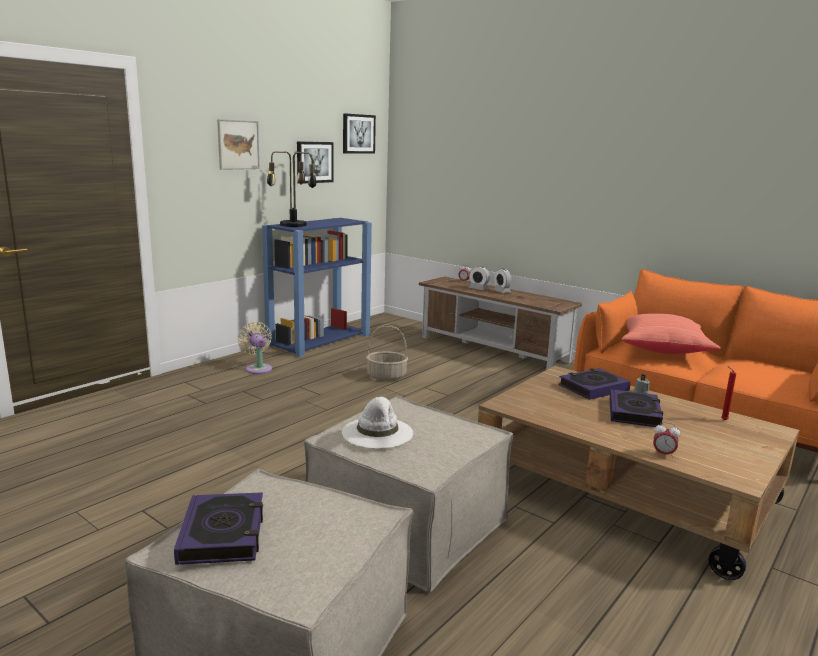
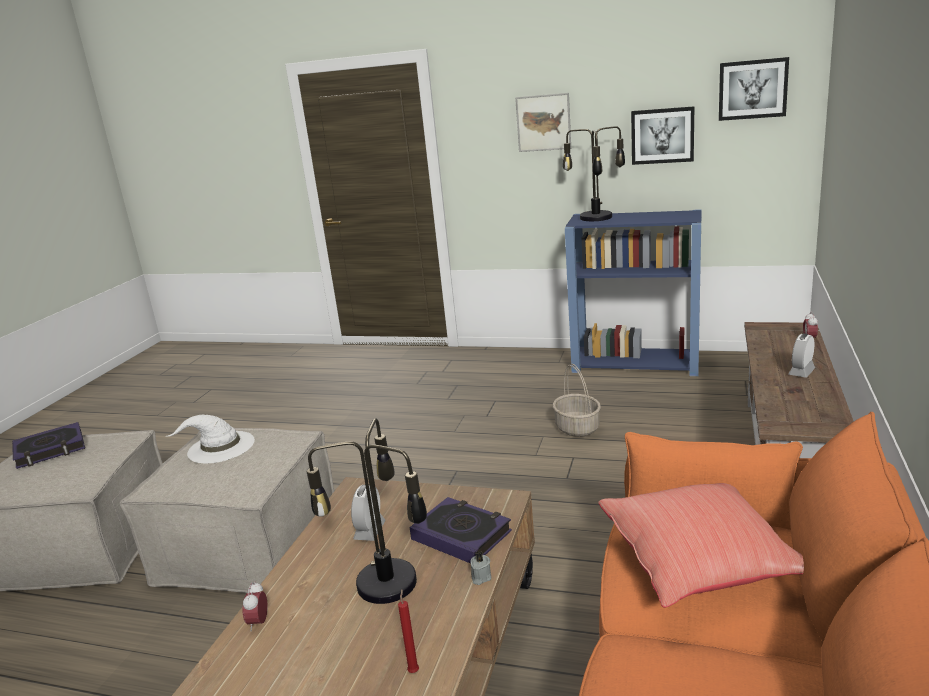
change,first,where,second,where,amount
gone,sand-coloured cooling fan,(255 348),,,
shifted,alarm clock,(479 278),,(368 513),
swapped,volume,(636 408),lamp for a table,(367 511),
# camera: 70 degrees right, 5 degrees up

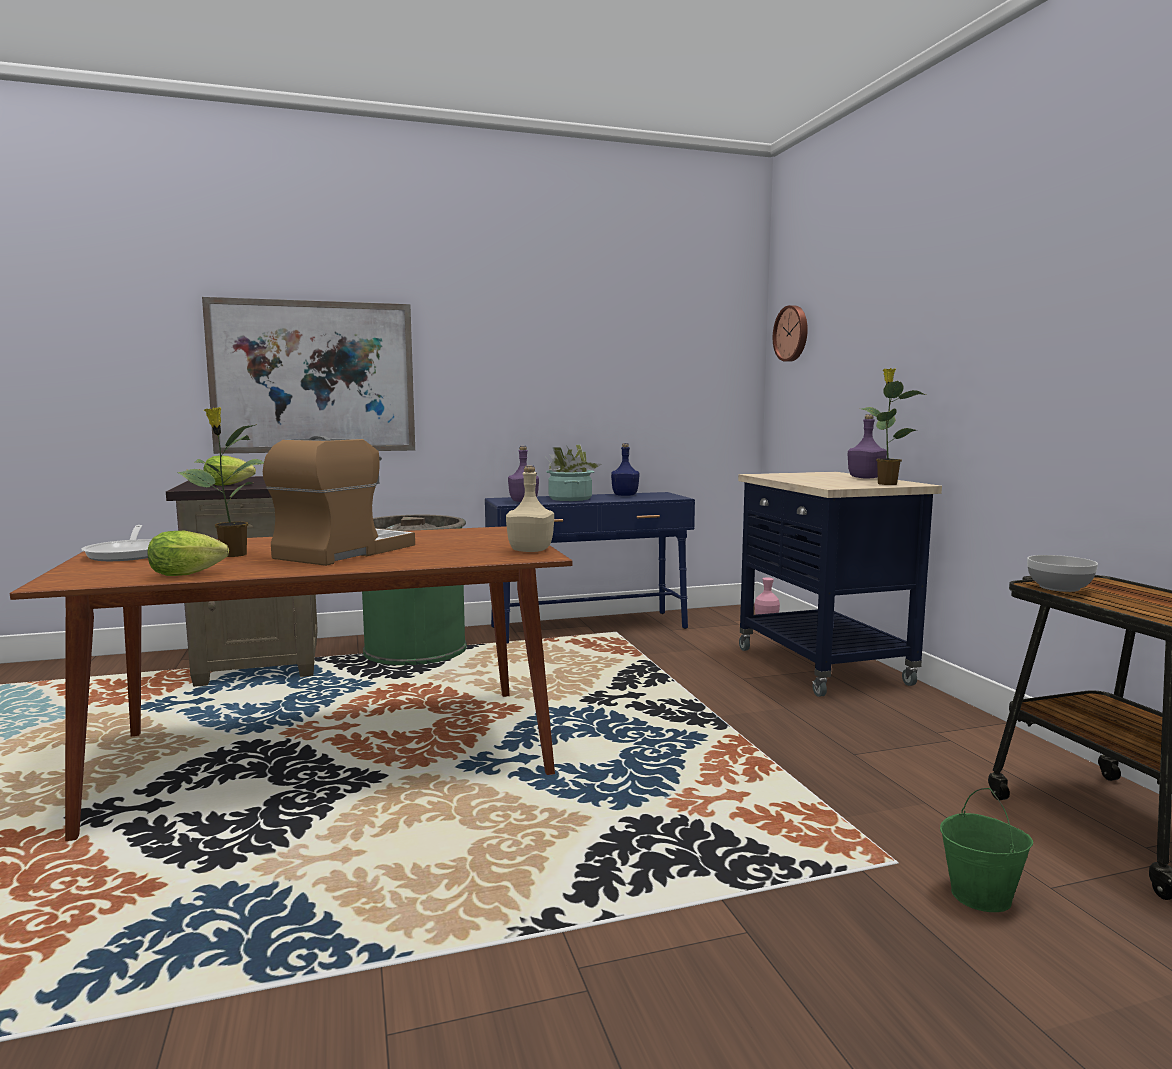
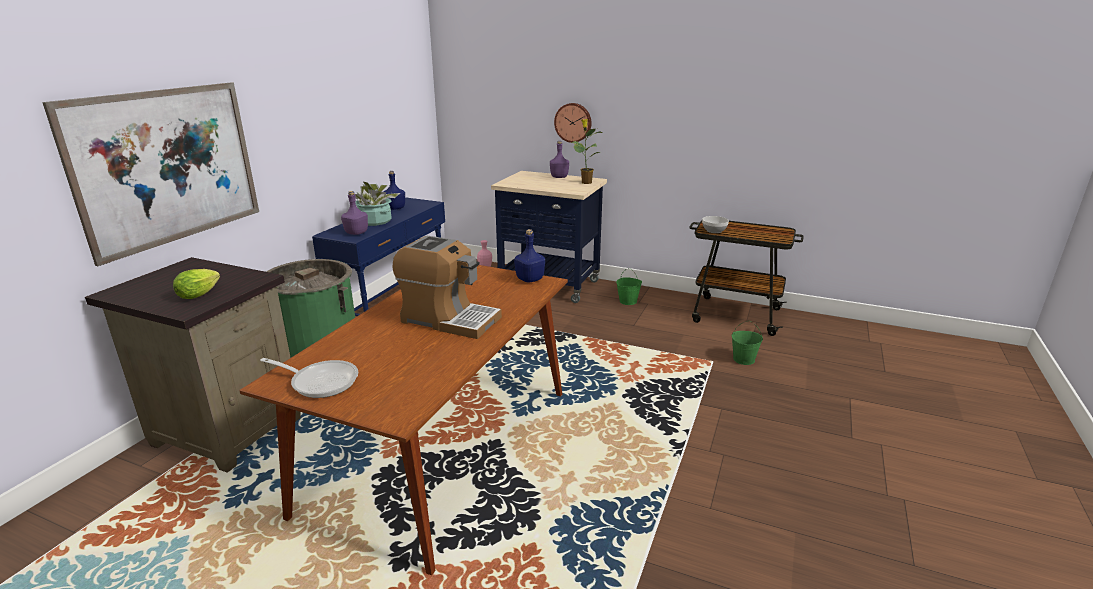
change,first,where,second,where,amount
gone,lettuce head,(188 553),,,
gone,plant in a pot,(220 482),,,
rotated,coffee maker,(339 501),,(447 287),135 degrees clockwise
repainted,sand-coloured bottle,(530 508),blue-coloured bottle,(529 256),
shifted,wall clock,(790 333),,(572 123),
new,,,green-coloured bucket,(629 286),
# camera: 50 degrees left, 15 degrees up

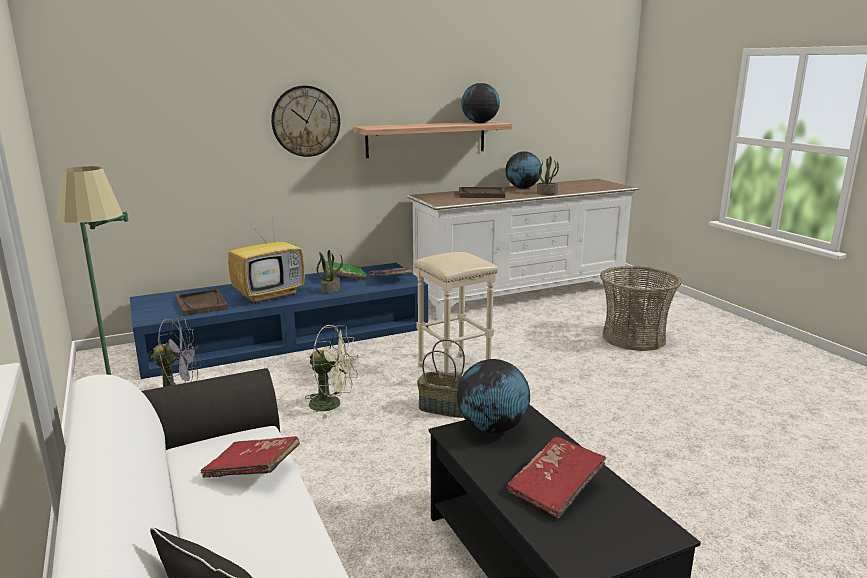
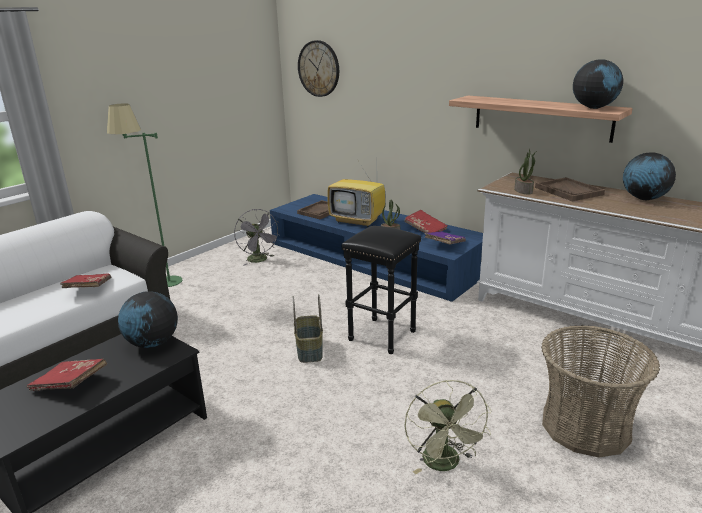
change,first,where,second,where,amount
shifted,wall clock,(305 121),,(318 68),
shifted,green-coloured cooling fan,(331 372),,(448 427),
repainted,green-coloured volume,(346 270),red-coloured volume,(426 221),
repainted,sand-coloured sitting stool,(456 312),black sitting stool,(381 290),
shifted,plant in a pot,(548 175),,(525 171),
# camera: 65 degrees right, 5 degrees up

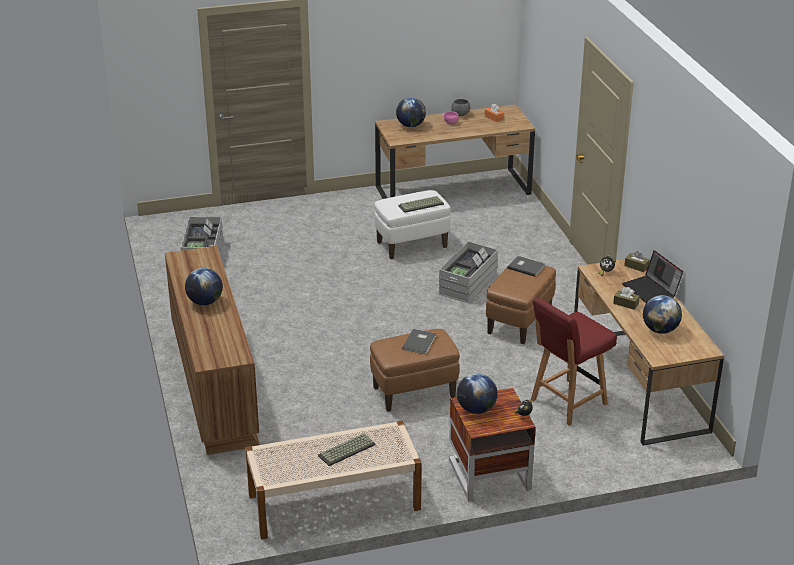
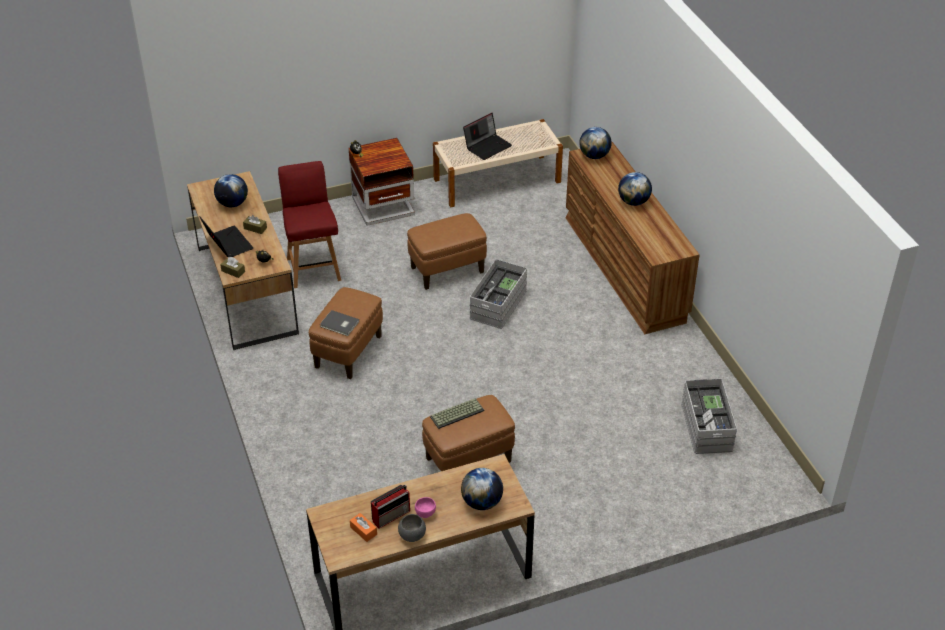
change,first,where,second,where,amount
swapped,computer keyboard,(347 449),notebook computer,(487 136),
repainted,white ottoman,(412 224),brown ottoman,(468 433),
gone,grey volume,(419 341),,,
shifted,grey storage container,(468 272),,(499 294),
shifted,desk globe,(477 393),,(595 143),
rotated,red-coloured chair,(574 362),,(309 224),60 degrees counterclockwise
new,,,radio,(390 507),
# camera: 175 degrees right, 10 degrees up

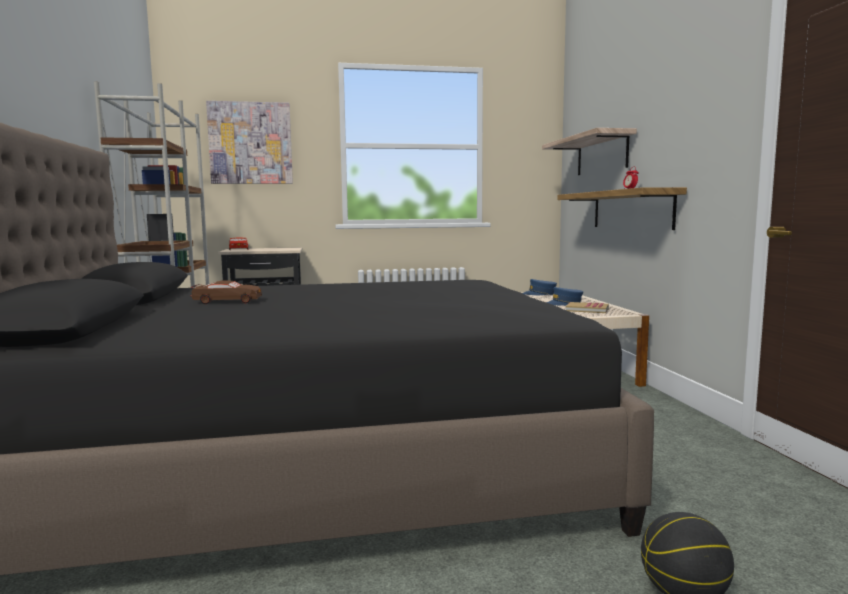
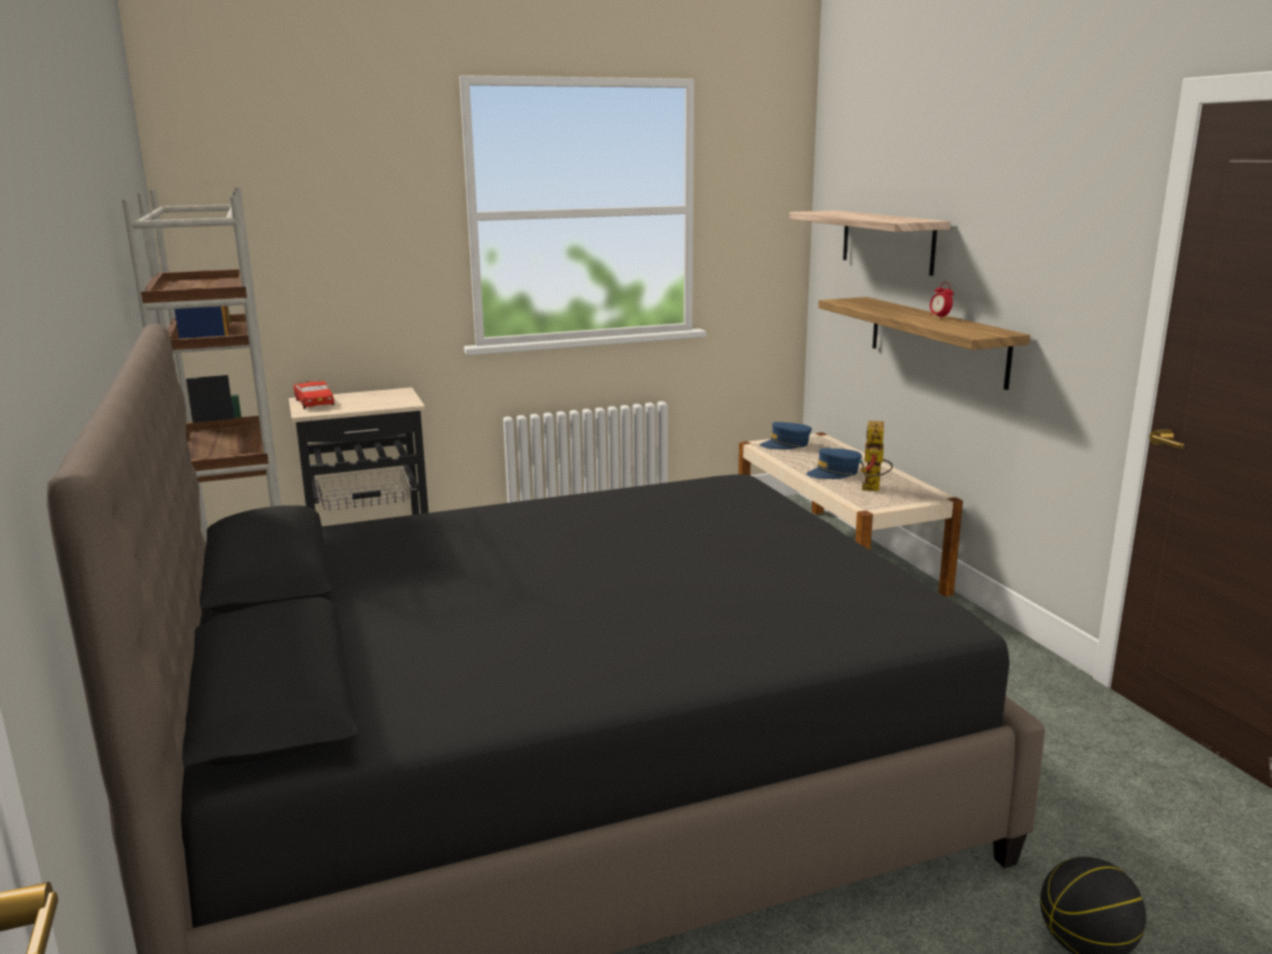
change,first,where,second,where,amount
gone,brown toy car,(226 292),,,
gone,wall art,(249 142),,,
swapped,volume,(587 307),toy robot,(876 456),
# camera: 10 degrees left, 10 degrees up

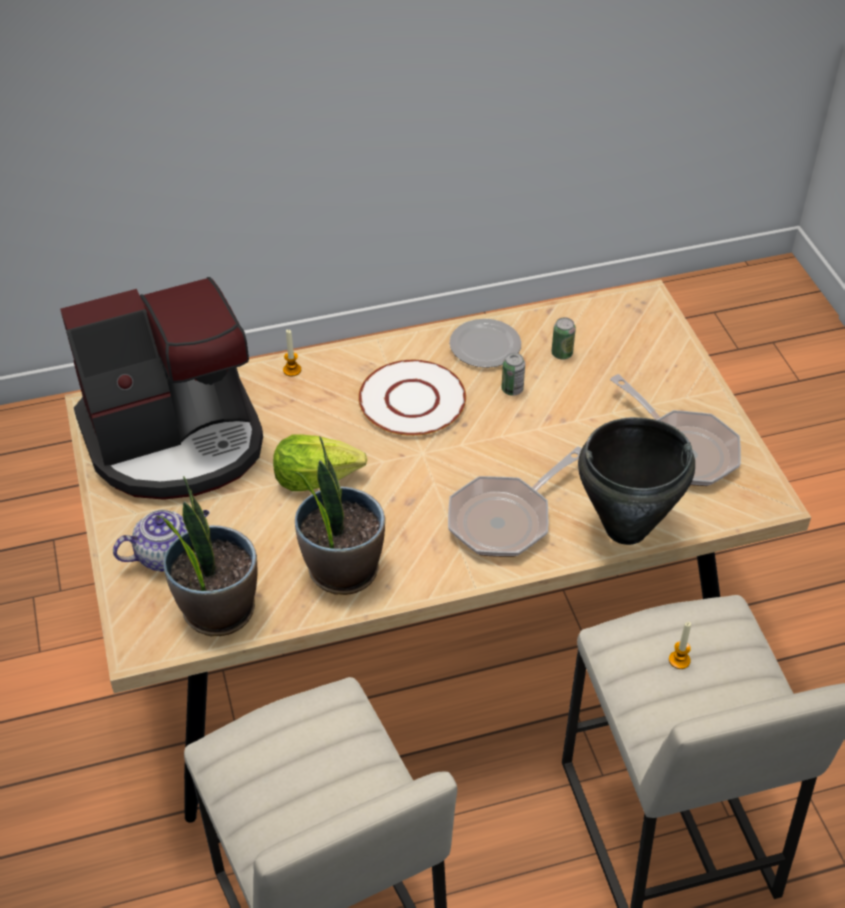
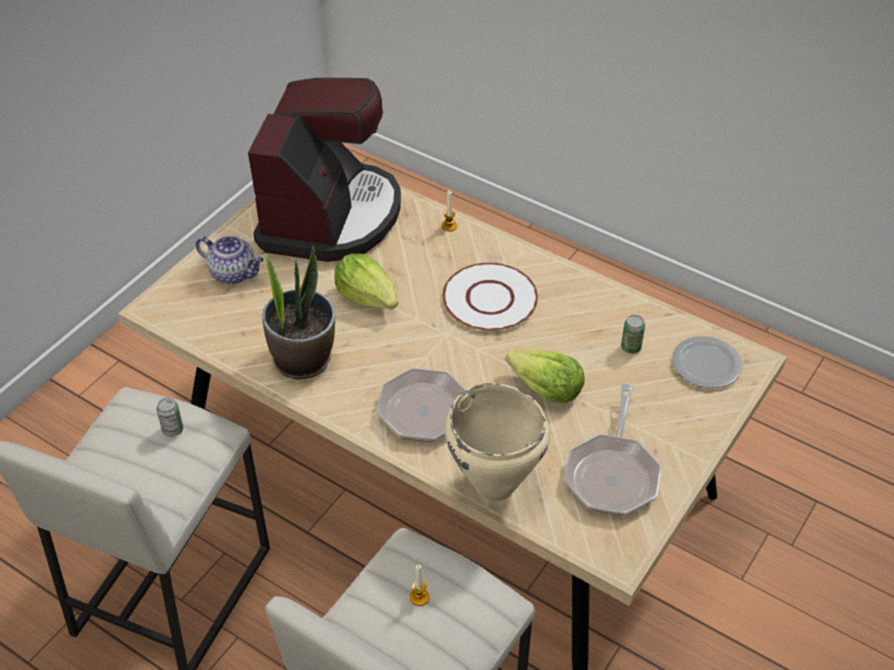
change,first,where,second,where,amount
rotated,coffee maker,(161 388),,(324 170),105 degrees counterclockwise
gone,plant in a pot,(207 556),,,
shifted,flat dish,(485 343),,(707 362),
shifted,metal can,(513 374),,(170 417),
repainted,black saucepot,(636 481),sand-coloured saucepot,(497 442),
new,,,lettuce head,(544 376),
# camera: 50 degrees right, 0 degrees up

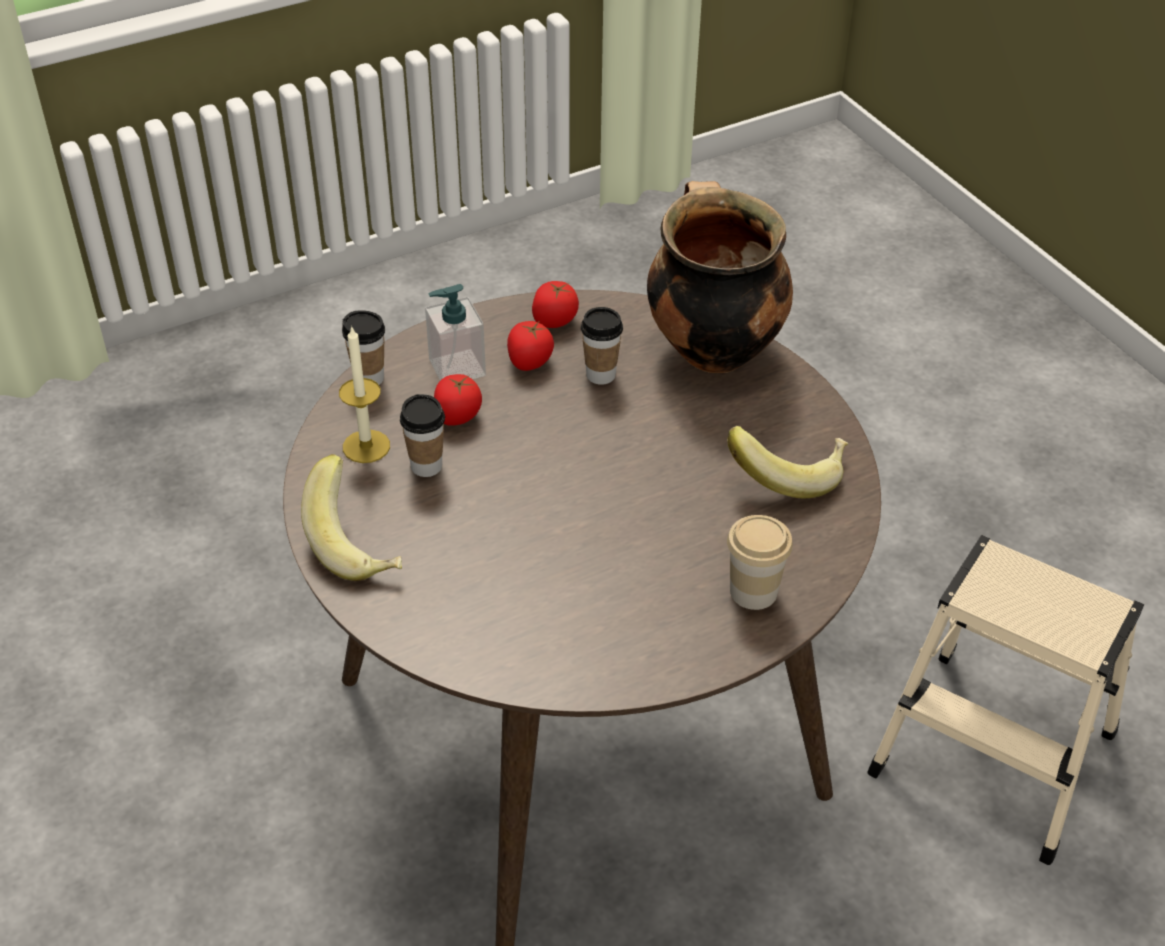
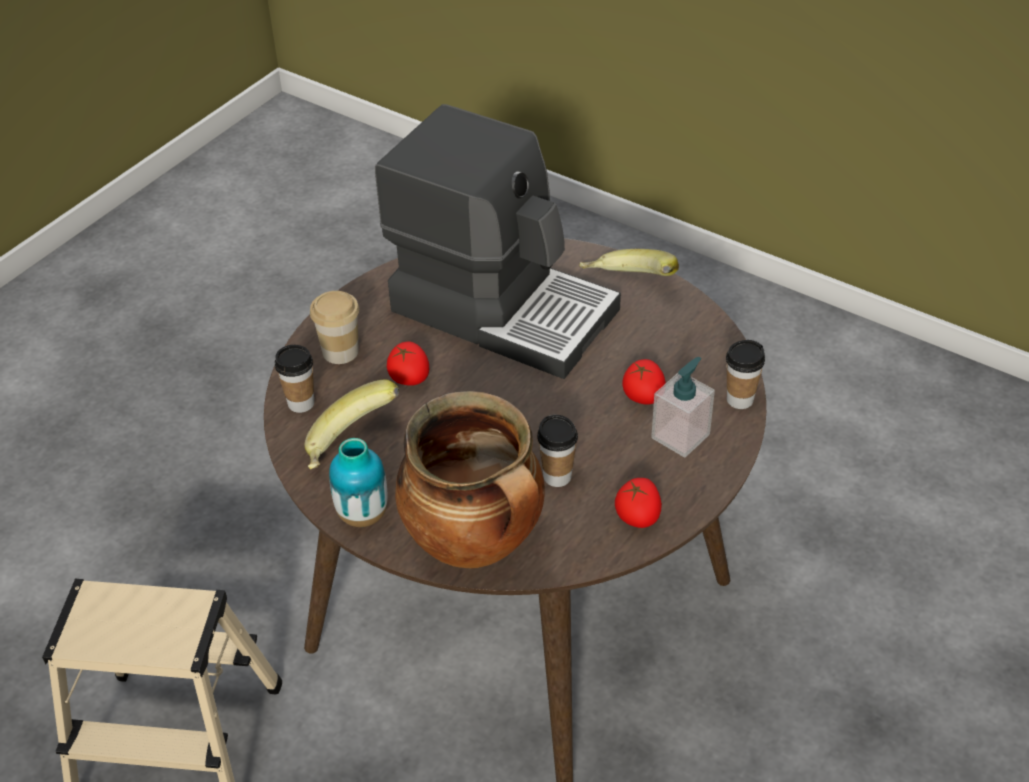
change,first,where,second,where,amount
gone,wax light,(364 394),,,
shifted,cup,(422 435),,(294 379),
shifted,fresh tomato,(530 346),,(408 363),
new,,,flower vase,(358 482),
new,,,coffee maker,(498 241),
# camera: 155 degrees right, 0 degrees up

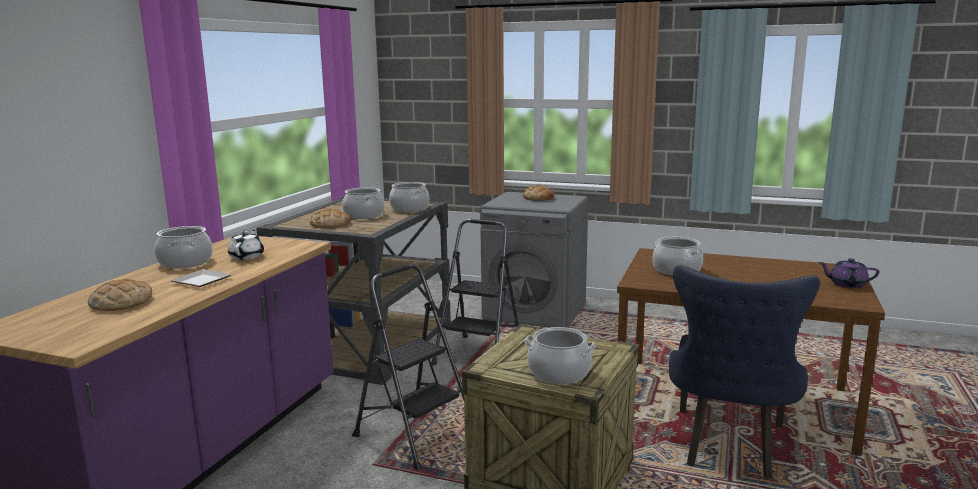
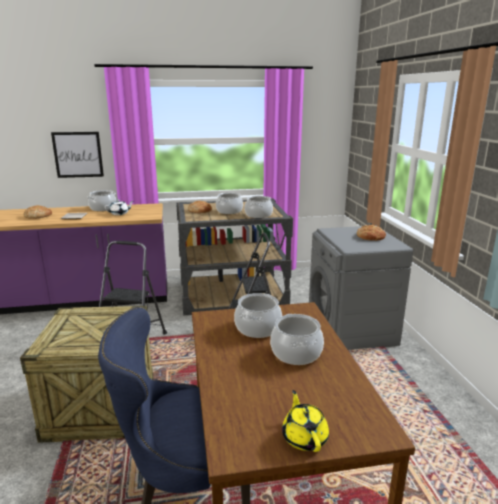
change,first,where,second,where,amount
shifted,saucepot,(560 355),,(297 339),
repainted,purple teapot,(848 273),yellowish teapot,(305 421),
new,,,wall art,(77 155),
# camera: 60 degrees right, 5 degrees up

